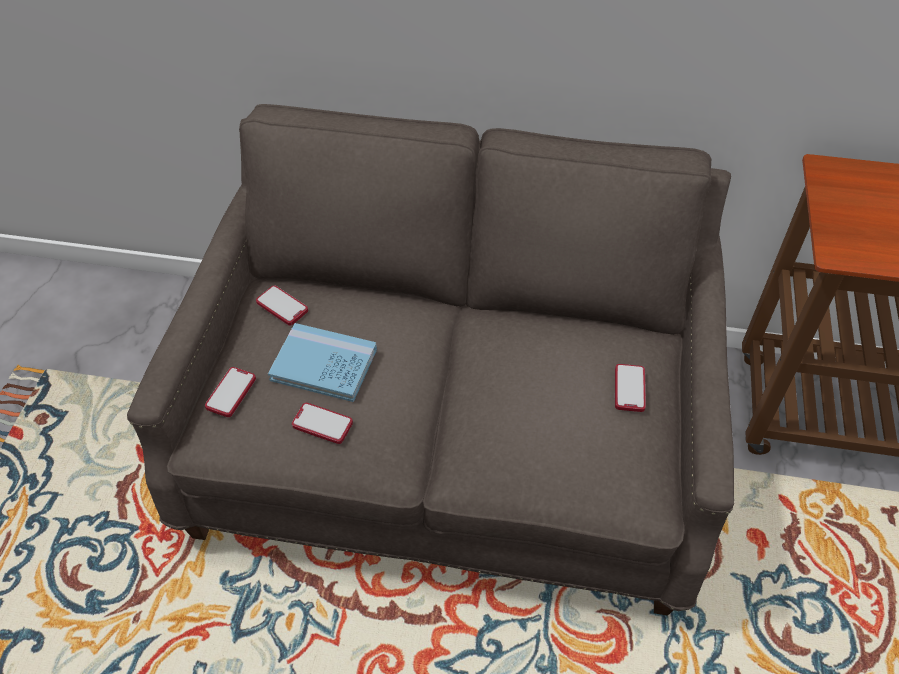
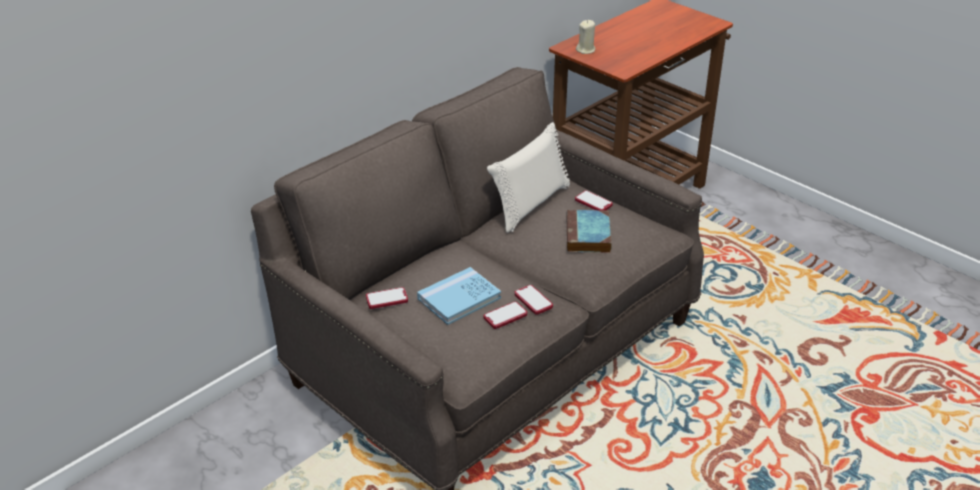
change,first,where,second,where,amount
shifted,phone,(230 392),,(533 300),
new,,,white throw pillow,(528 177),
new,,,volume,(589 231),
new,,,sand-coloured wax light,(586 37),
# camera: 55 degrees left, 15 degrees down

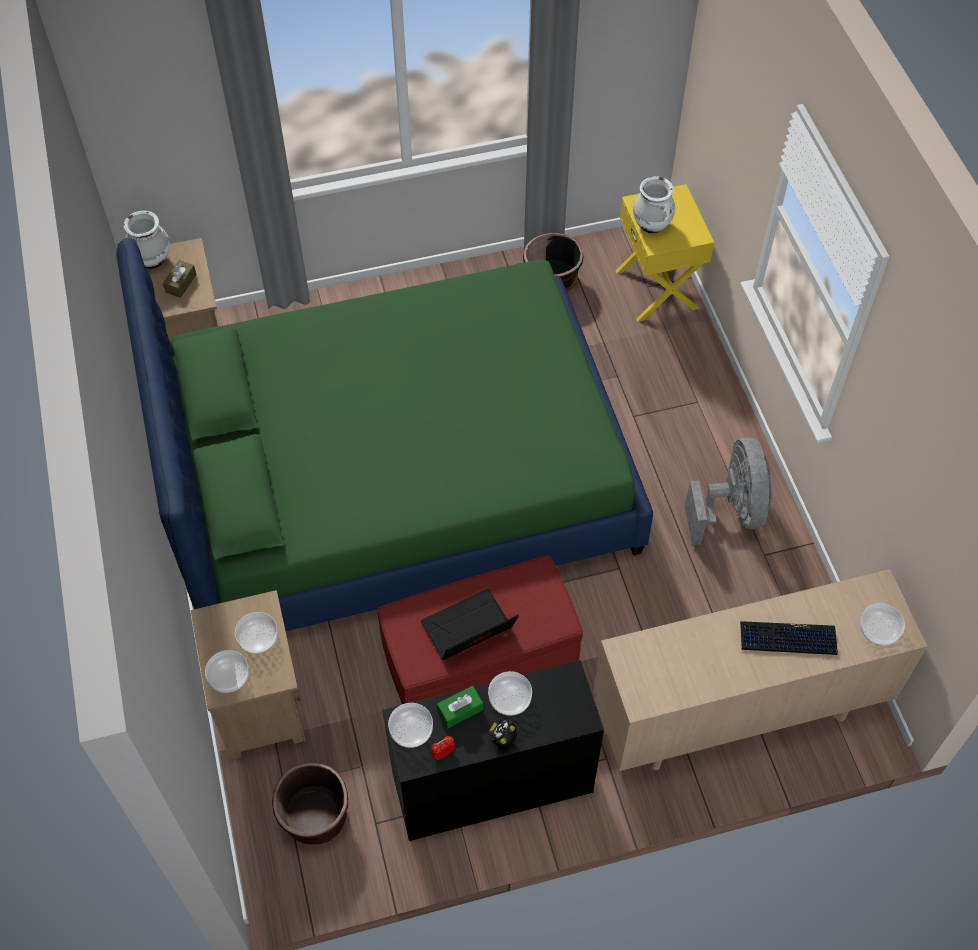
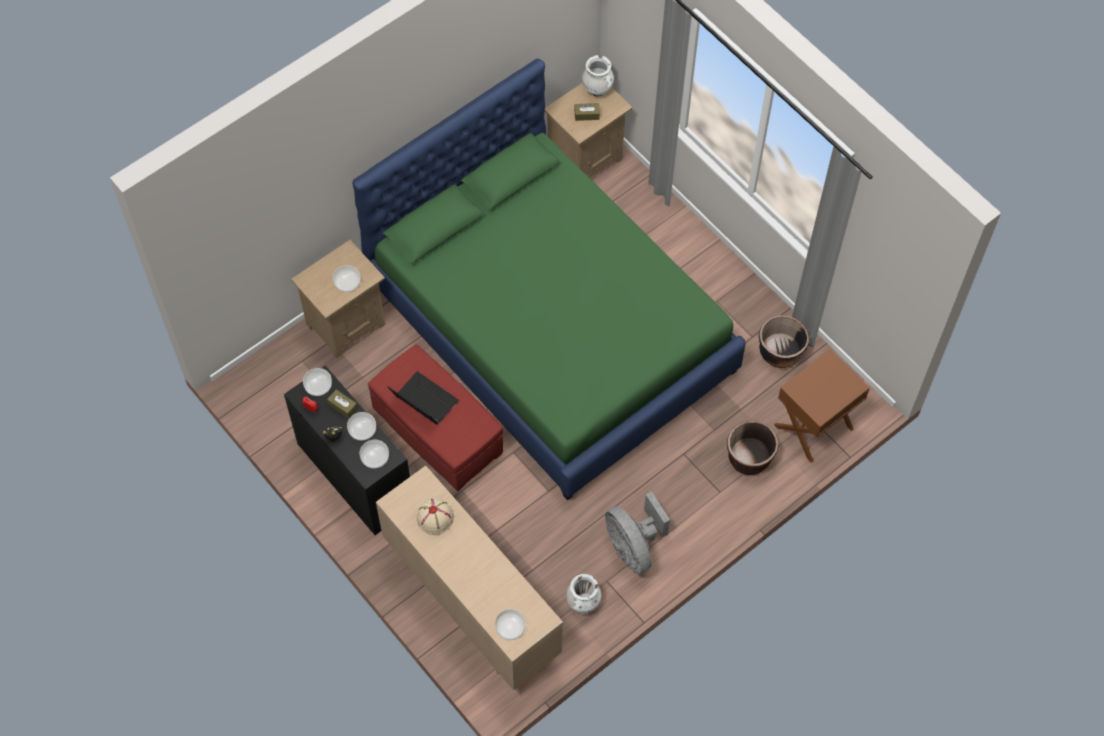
change,first,where,second,where,amount
shifted,deep dish,(227 671),,(374 454),
shifted,brown flower pot,(310 804),,(753 447),
repainted,green-coloured tissue box,(460 707),brown tissue box,(342 403),
repainted,yellowish nightstand,(665 253),brown nightstand,(822 406),
shifted,white flower vase,(654 204),,(583 593),
rotated,grey cooling fan,(728 491),,(637 532),90 degrees clockwise
gone,computer keyboard,(789 638),,,
new,,,sand-coloured hat,(435 517),
# camera: 65 degrees right, 5 degrees up

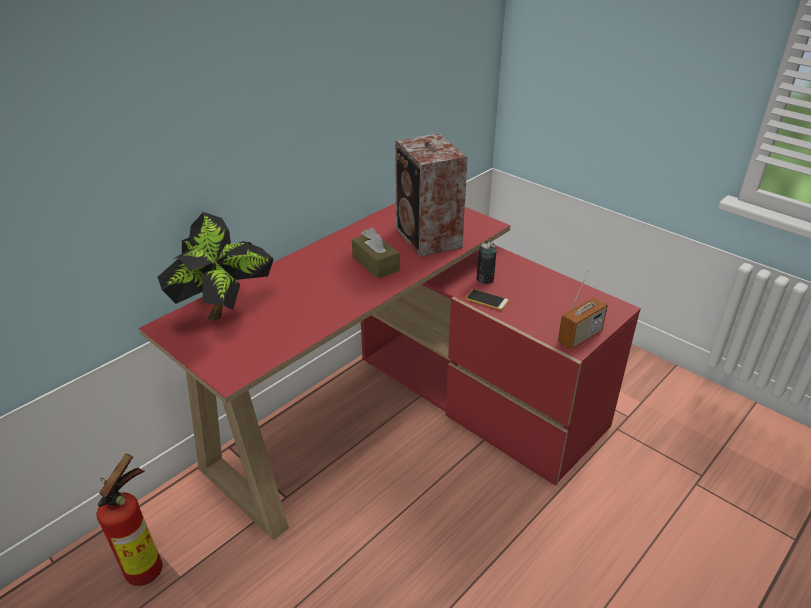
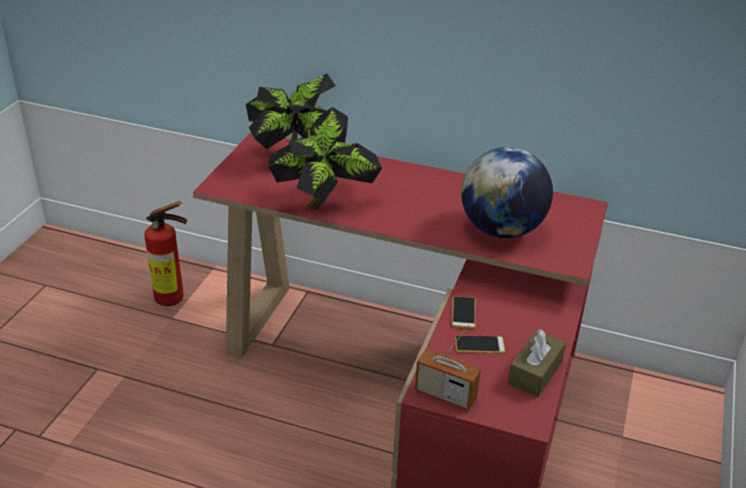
change,first,where,second,where,amount
shifted,brown tissue box,(376 253),,(537 363),
swapped,loudspeaker,(431 195),desk globe,(507 192),
gone,metal can,(486 262),,,
new,,,plant in a pot,(325 158),
new,,,phone,(480 344),
# camera: 65 degrees right, 0 degrees up

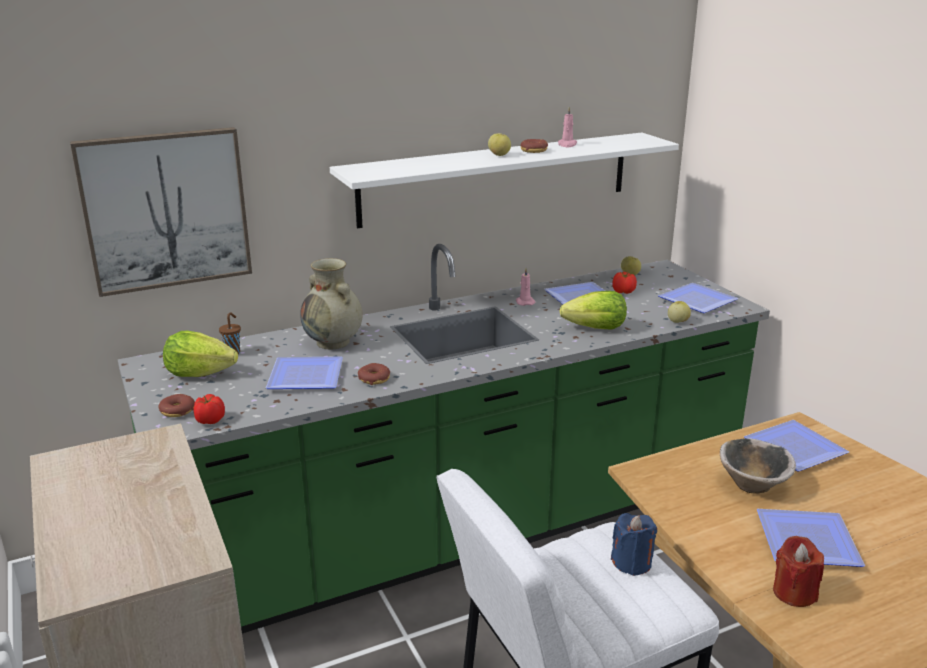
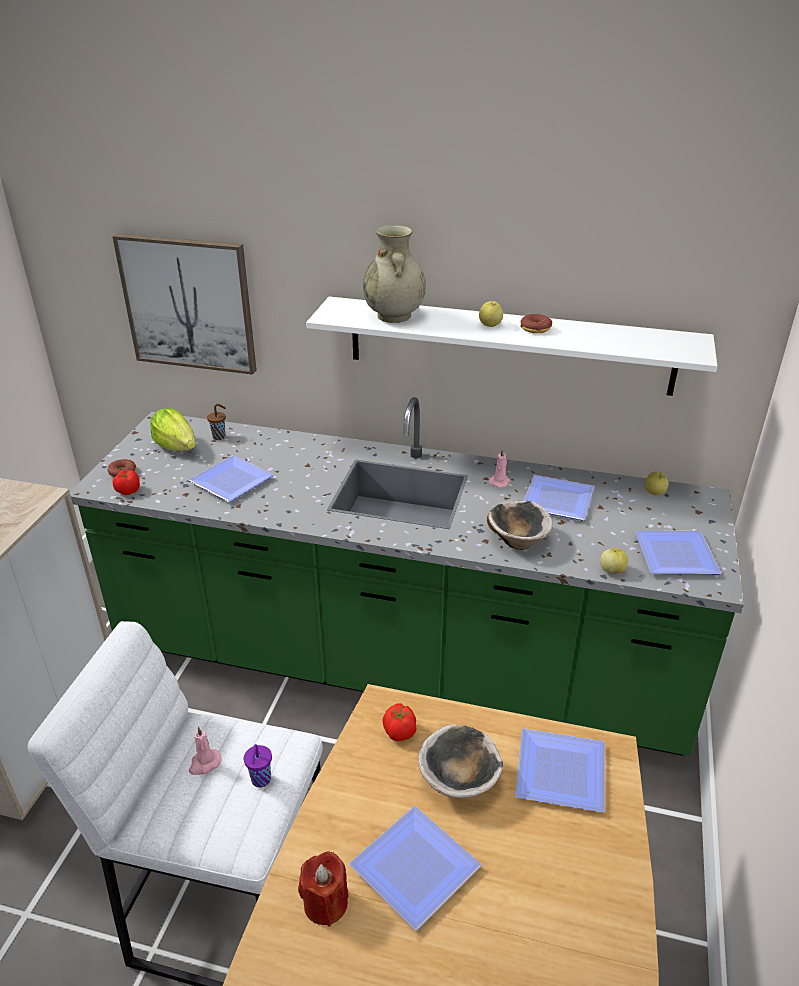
change,first,where,second,where,amount
shifted,sand-coloured flower vase,(331 303),,(394 274),
gone,donut,(374 374),,,
shifted,pinkish wax light,(567 126),,(205 751),
swapped,lettuce head,(593 310),deep dish,(520 525),
swapped,blue-coloured wax light,(634 544),purple cup,(258 766),
shifted,fresh tomato,(624 283),,(399 723),
# camera: 40 degrees right, 10 degrees up

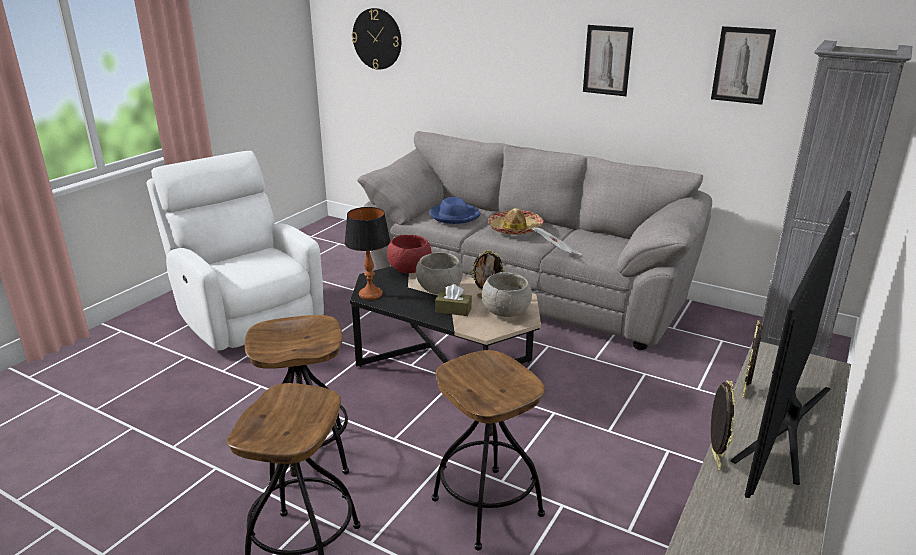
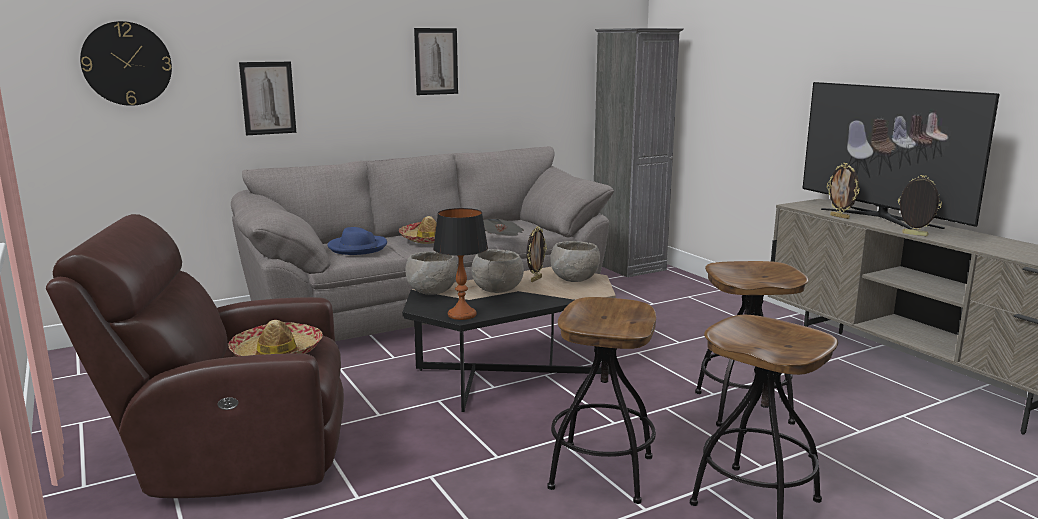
change,first,where,second,where,amount
repainted,white easy chair,(235 251),brown easy chair,(195 356),
repainted,red-coloured deep dish,(409 254),grey deep dish,(431 273),
gone,brown tissue box,(453 300),,,
shifted,wall art,(743 65),,(267 98),
new,,,hat,(275 338),
# camera: 60 degrees left, 10 degrees down

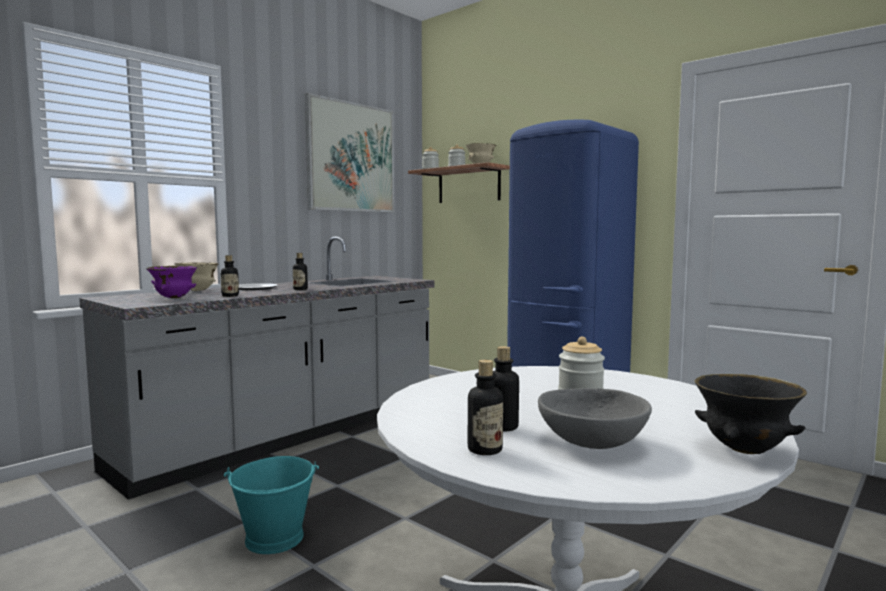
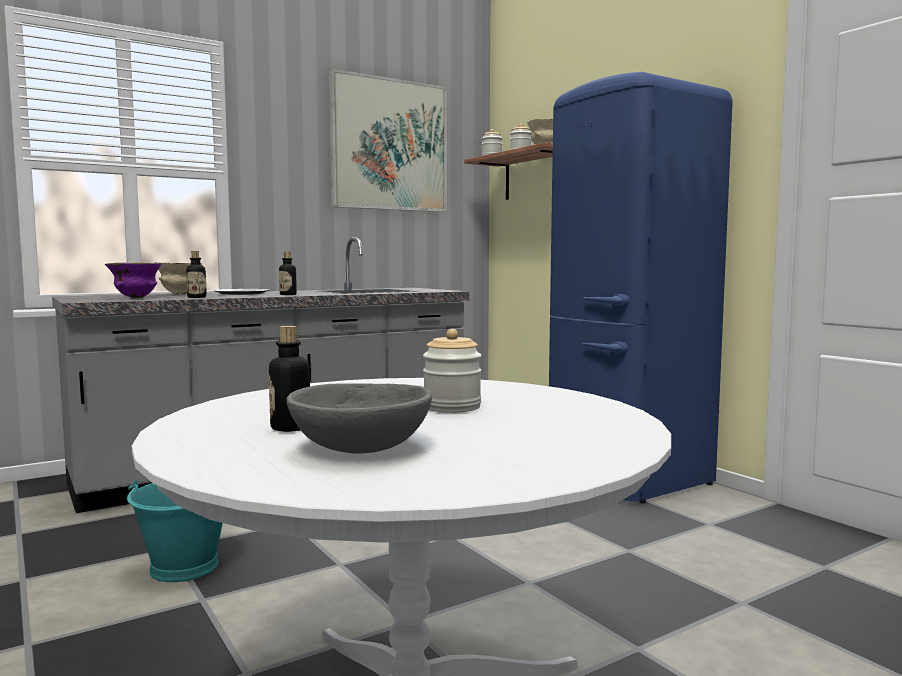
change,first,where,second,where,amount
gone,bottle,(485 407),,,
gone,black deep dish,(751 414),,,
# camera: 15 degrees right, 0 degrees up

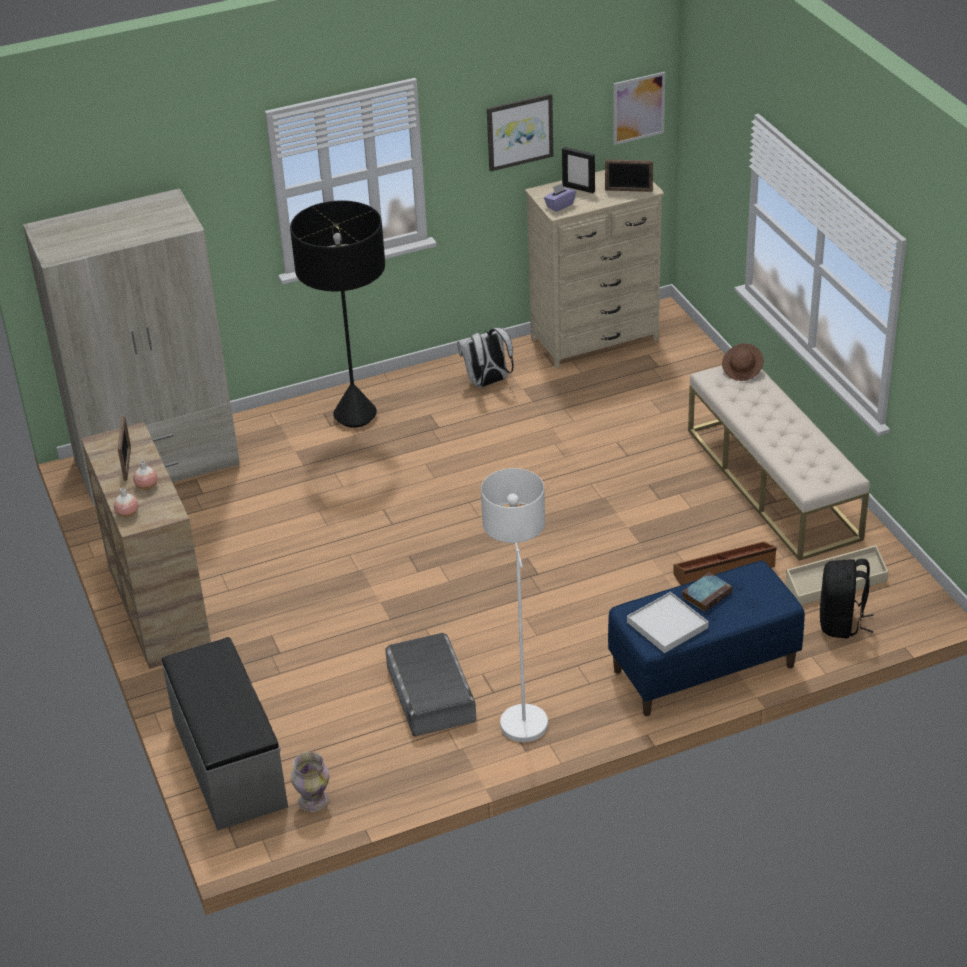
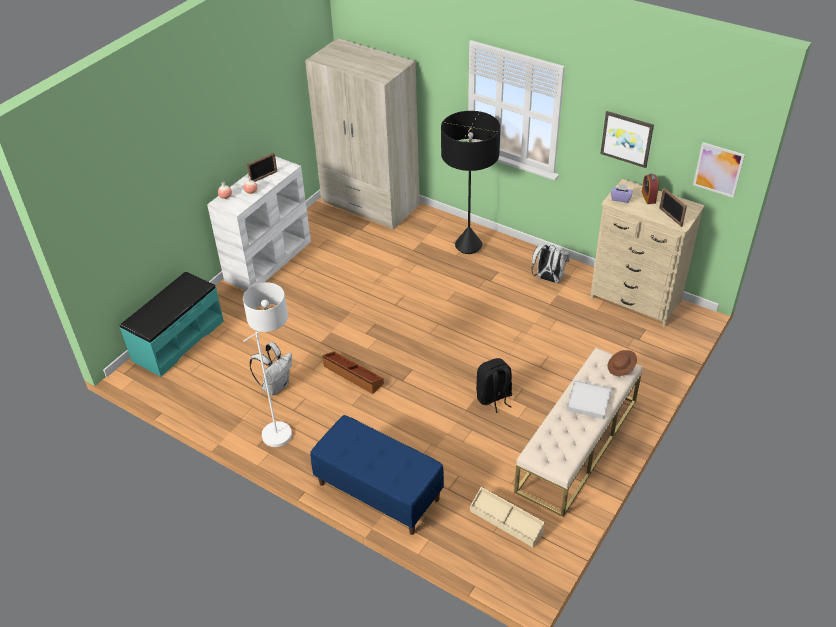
change,first,where,second,where,amount
repainted,brown bookshelf,(146 545),white bookshelf,(259 223),
repainted,grey indoor bench,(225 733),turquoise indoor bench,(172 324),
gone,flower vase,(310 782),,,
swapped,grey storage container,(430 685),white rucksack,(271 368),
swapped,picture frame,(578 170),alarm clock,(650 189),
shifted,white tray,(668 622),,(589 399),
shifted,brown storage container,(724 563),,(353 372),
gone,volume,(707 592),,,
shifted,black rucksack,(847 598),,(494 385),
# camera: 55 degrees right, 5 degrees up

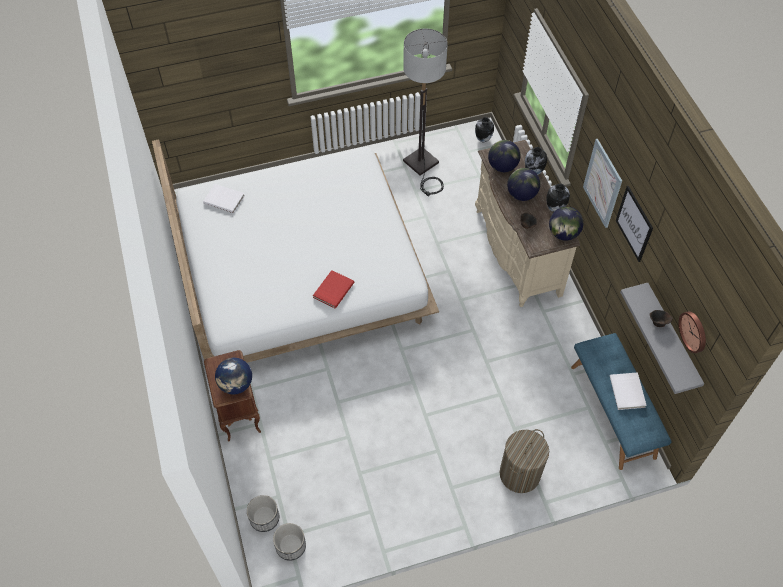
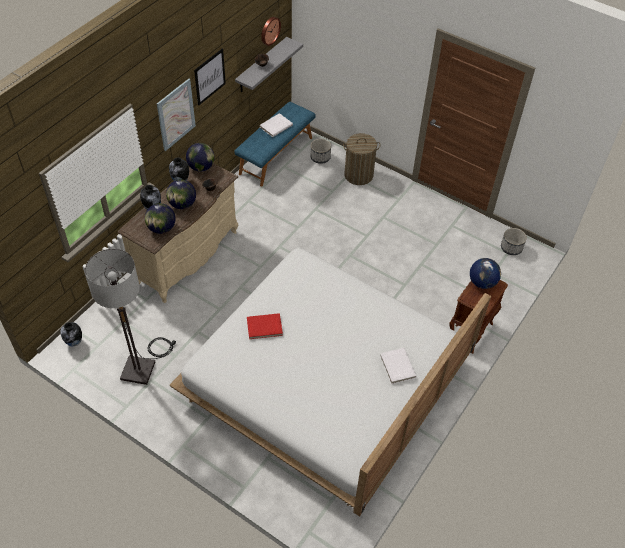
change,first,where,second,where,amount
shifted,white volume,(223 198),,(398 366),
shifted,flower pot,(263 513),,(320 151),
shifted,red-coloured volume,(333 289),,(265 326),
# camera: 130 degrees left, 5 degrees down

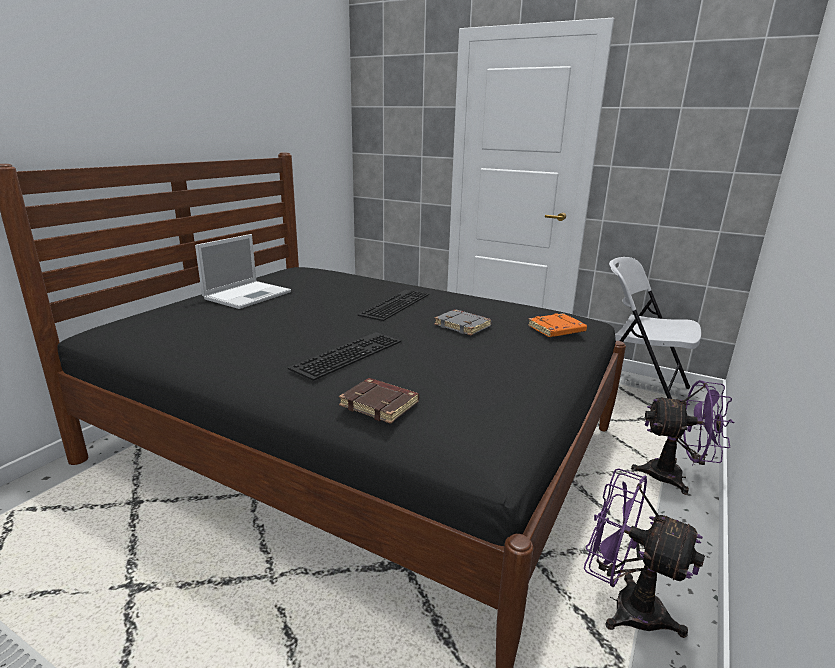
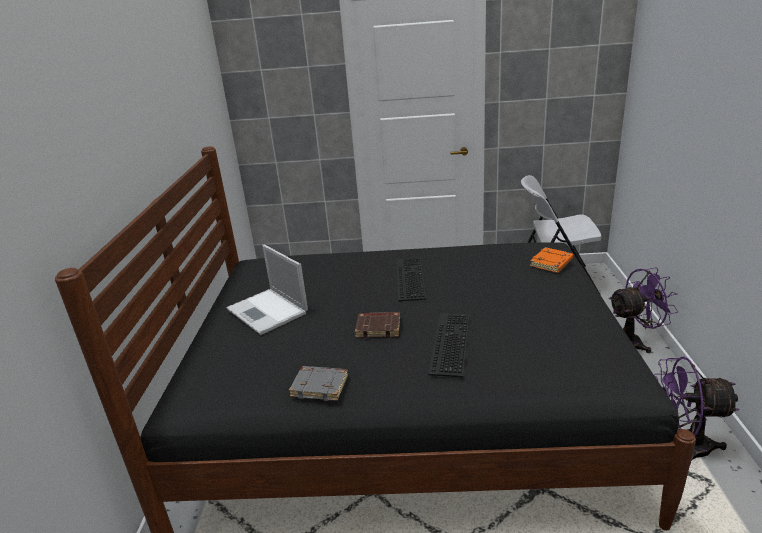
change,first,where,second,where,amount
rotated,notebook computer,(243 271),,(267 290),135 degrees clockwise
shifted,brown volume,(379 401),,(377 325),
shifted,grey volume,(463 322),,(318 383),
# camera: 25 degrees left, 5 degrees up

